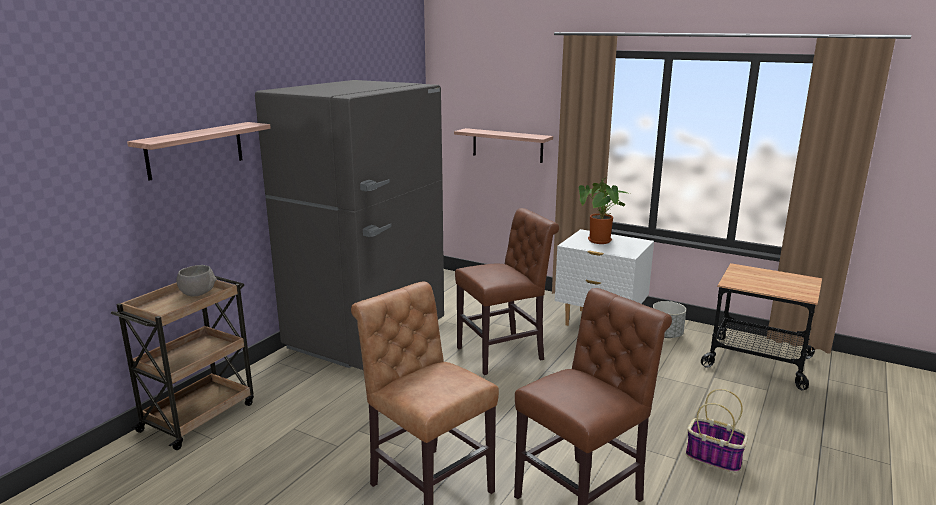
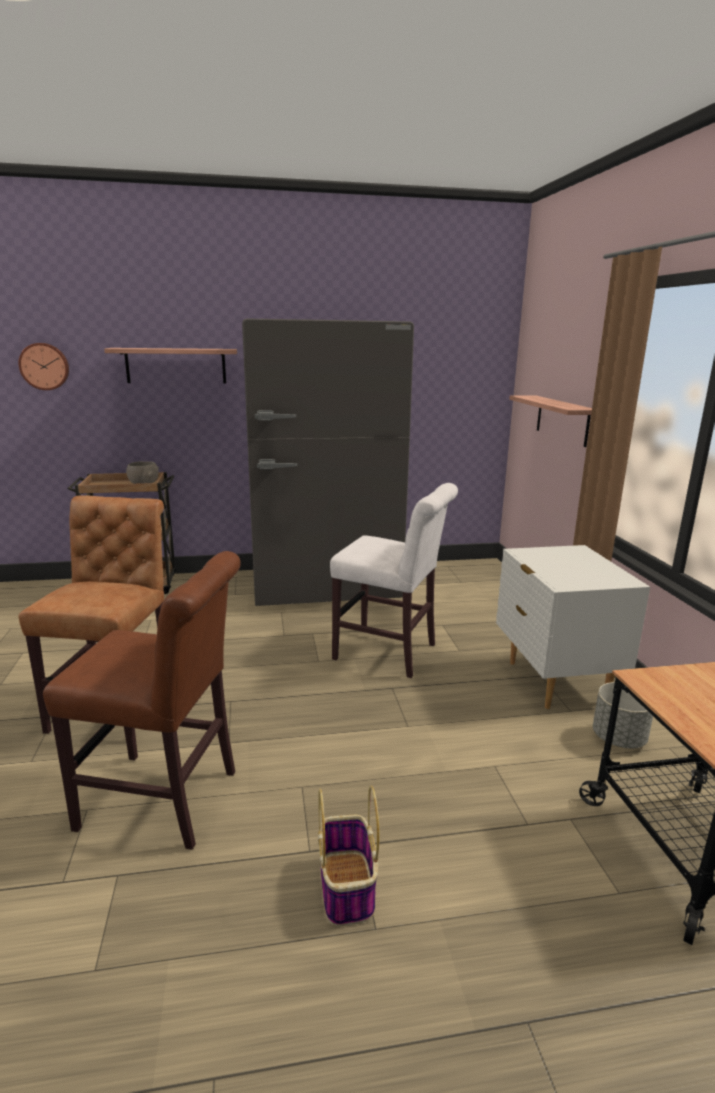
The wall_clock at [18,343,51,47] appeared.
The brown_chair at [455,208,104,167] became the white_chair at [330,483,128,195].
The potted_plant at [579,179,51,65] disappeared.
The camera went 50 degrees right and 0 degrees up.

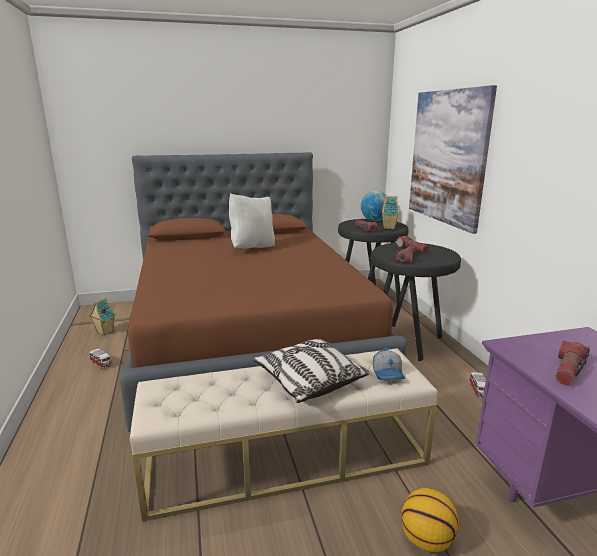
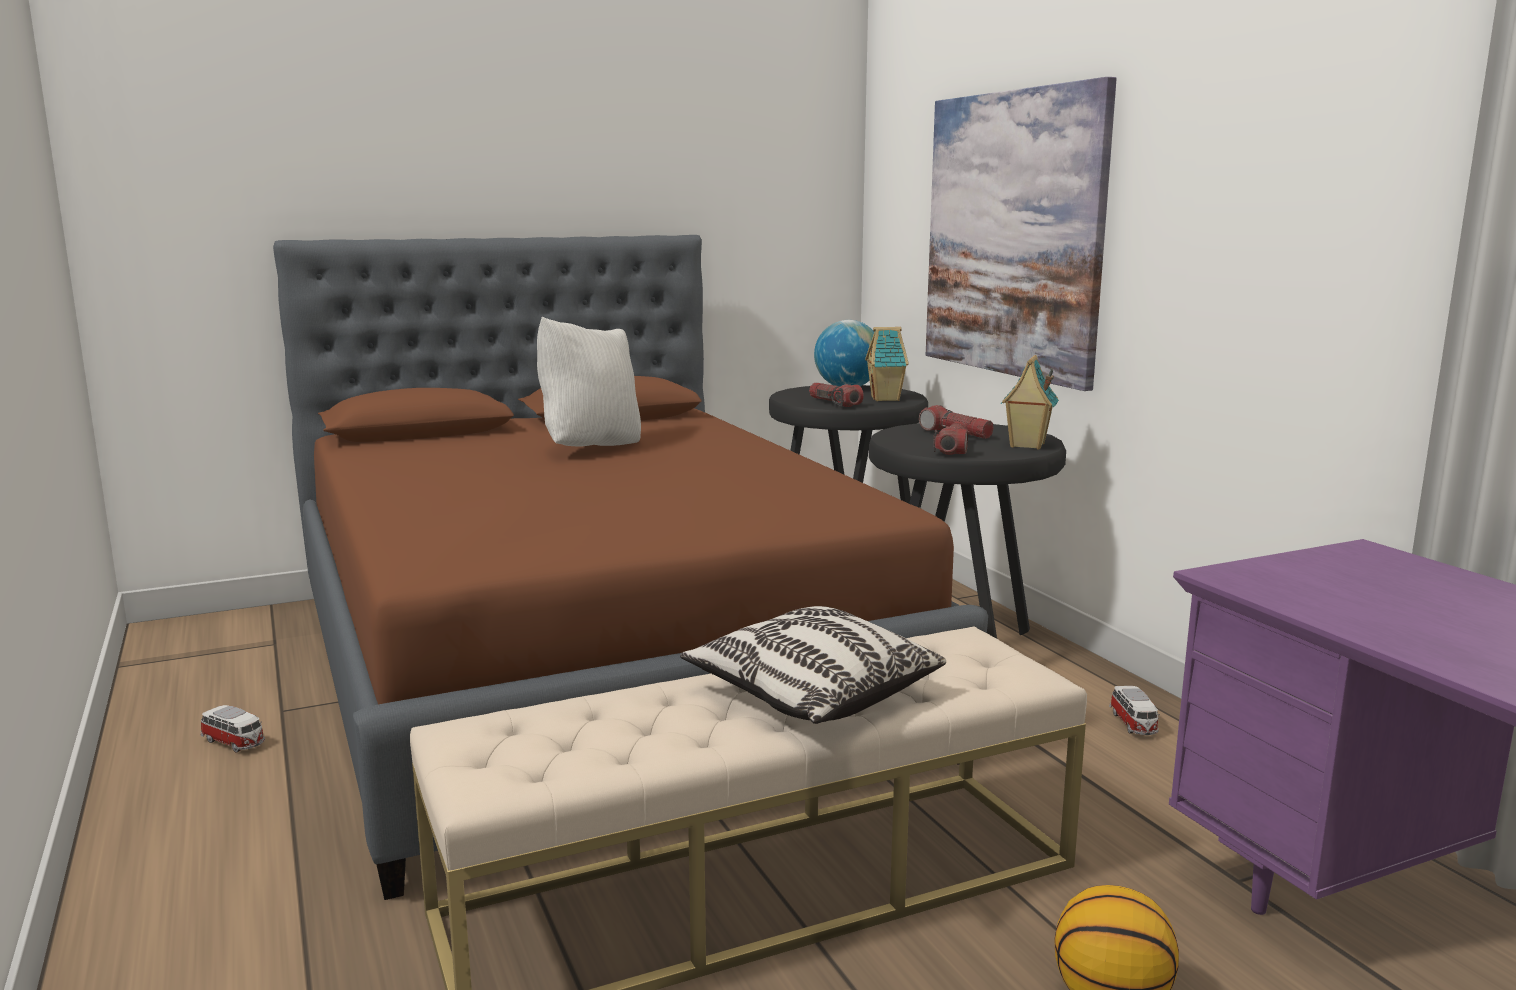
The toy_house moved from [89,298,27,37] to [1001,355,58,94].
The cap at [373,348,32,32] disappeared.
The flashlight at [555,341,35,44] disappeared.
The camera went 10 degrees left and 5 degrees down.

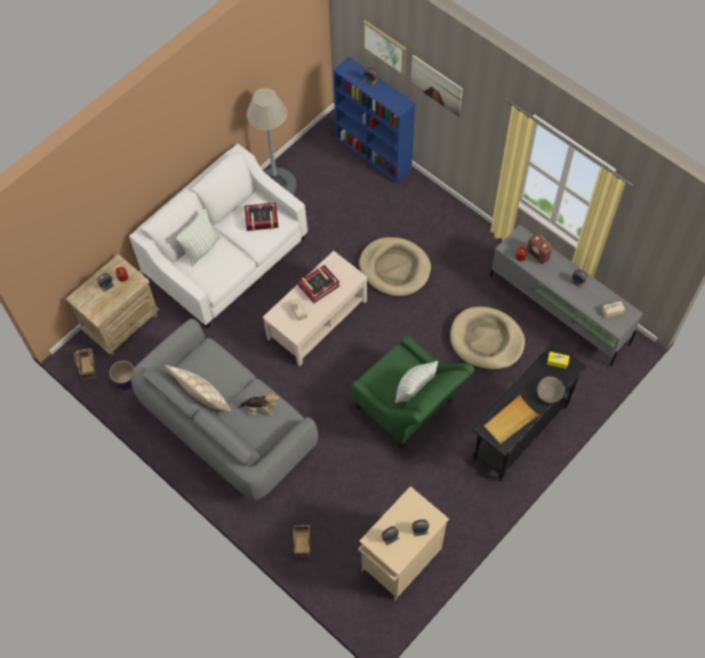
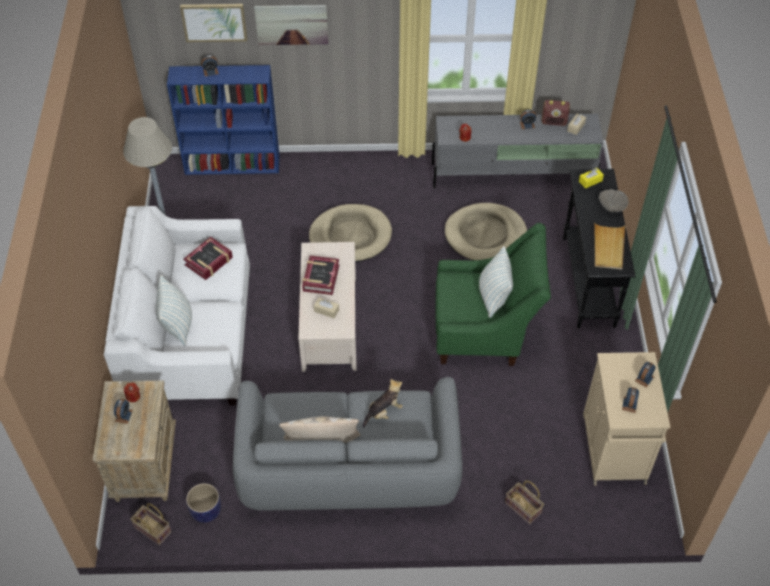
The radio moved from [527,234,25,30] to [542,100,28,26].
The camera went 45 degrees left and 10 degrees down.

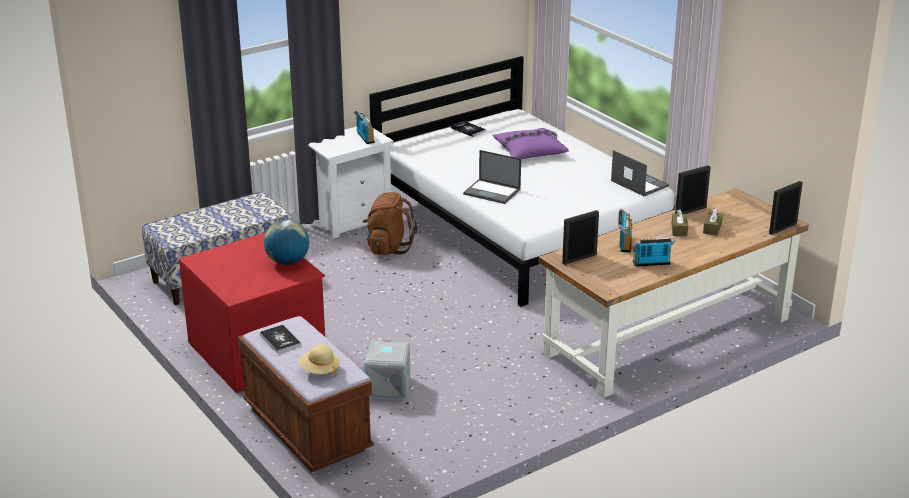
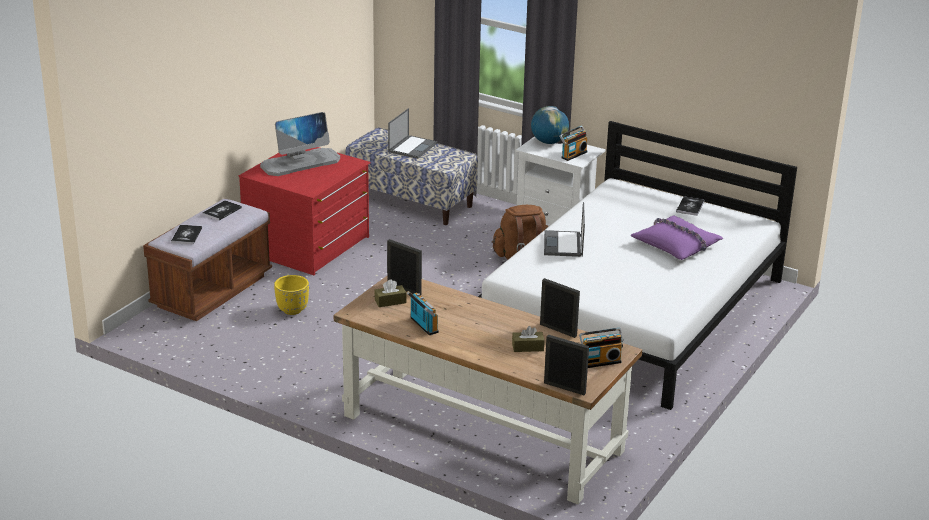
The beige_hat at [299,344,41,33] was replaced by the book at [171,225,31,20].
The monitor at [260,112,80,64] appeared.
The grey_storage_box at [364,340,46,60] was replaced by the yellow_planter at [274,275,35,40].
The brown_tissue_box moved from [671,209,17,28] to [375,280,31,27].
The laptop moved from [611,150,58,46] to [388,108,49,51].
The globe moved from [264,219,45,46] to [531,106,38,38].
The radio moved from [618,208,14,44] to [579,328,45,40].
The camera went 65 degrees right and 0 degrees up.

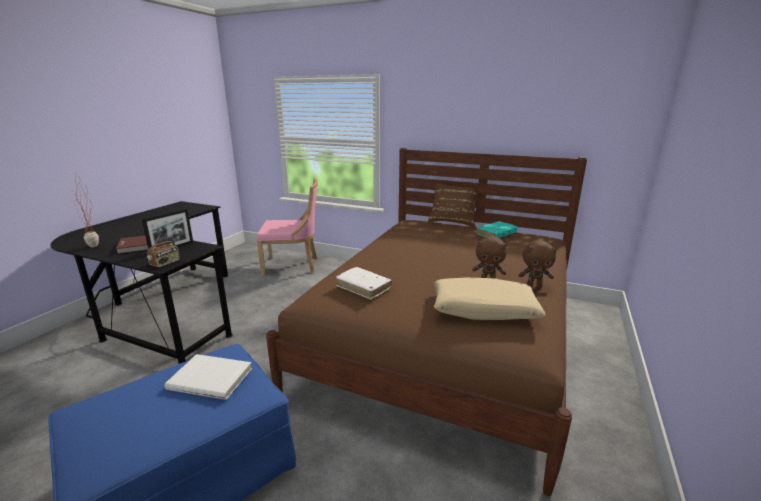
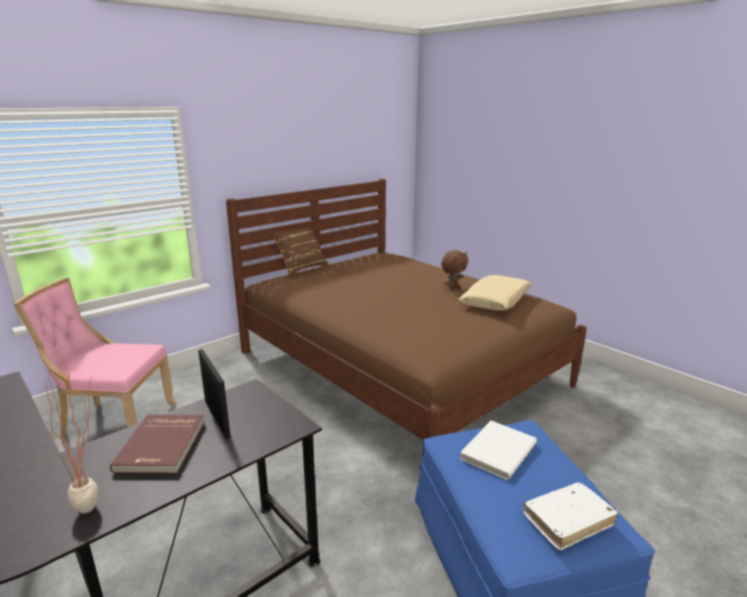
The pink_chair at [256,179,62,97] turned 105 degrees counterclockwise.
The white_book moved from [336,267,56,33] to [523,482,95,68].
The radio at [147,233,33,34] disappeared.
The turquoise_book at [477,221,41,17] disappeared.
The brown_plush_toy at [518,240,39,48] disappeared.
The camera went 65 degrees left and 0 degrees up.

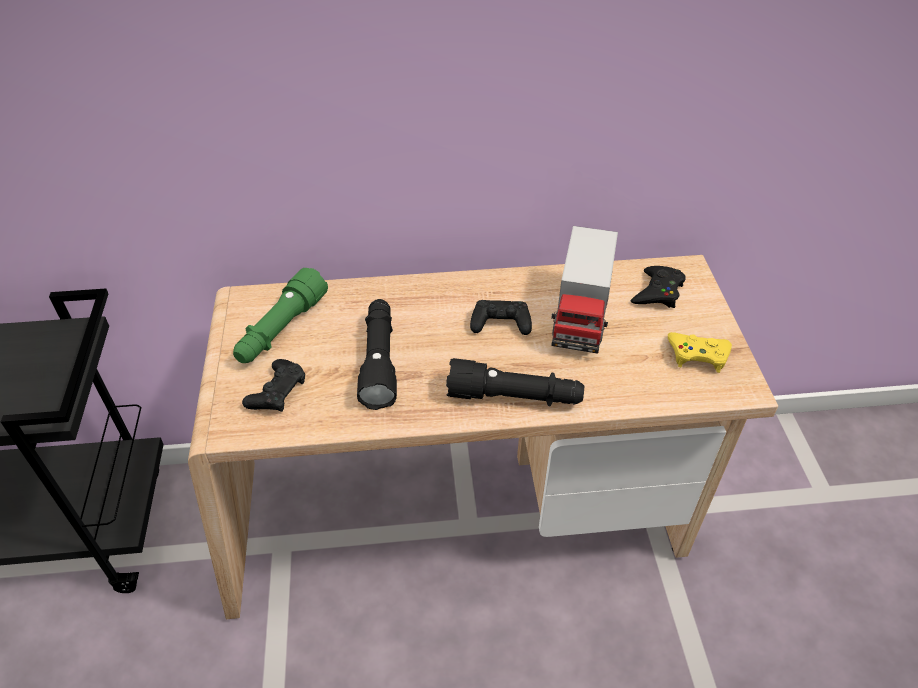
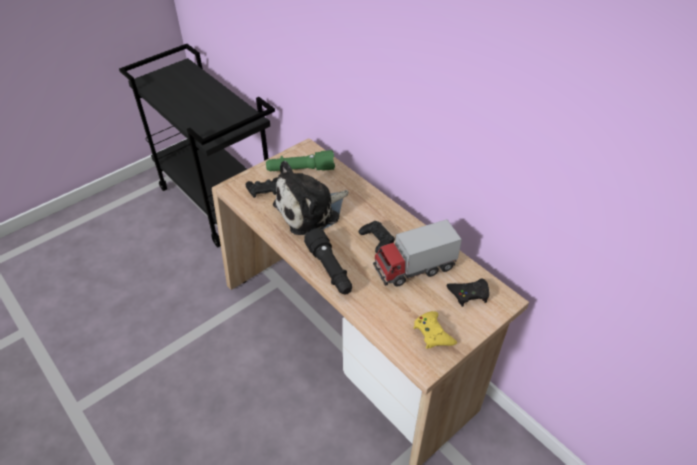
The black_flashlight at [357,299,40,111] was replaced by the plush_toy at [273,161,76,74].
The camera went 55 degrees right and 0 degrees up.

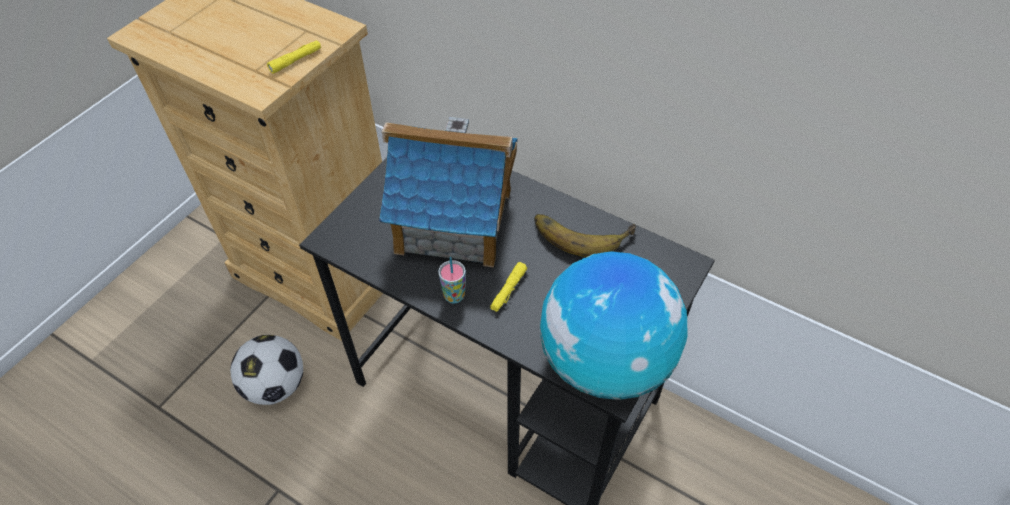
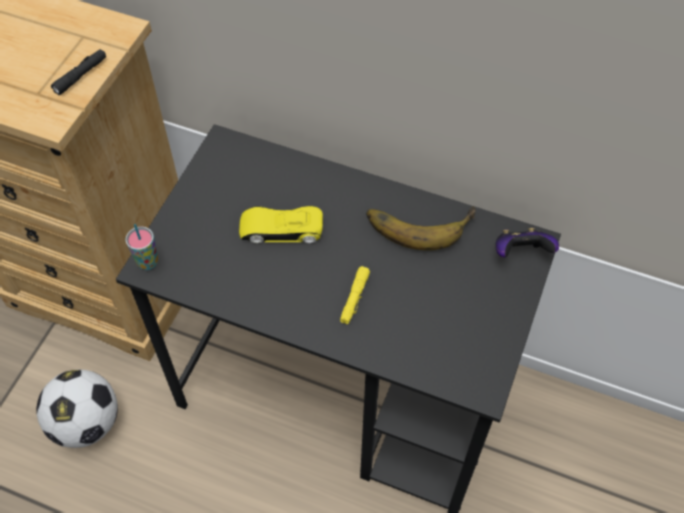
The yellow_flashlight at [267,40,54,34] became the black_flashlight at [51,49,55,46].
The cup moved from [438,257,28,47] to [125,224,33,46].
The toy_house at [379,117,138,150] was replaced by the yellow_toy_car at [239,206,84,38].
The game_controller at [496,228,63,29] appeared.
The globe at [540,251,148,149] disappeared.
The camera went 10 degrees left and 5 degrees up.

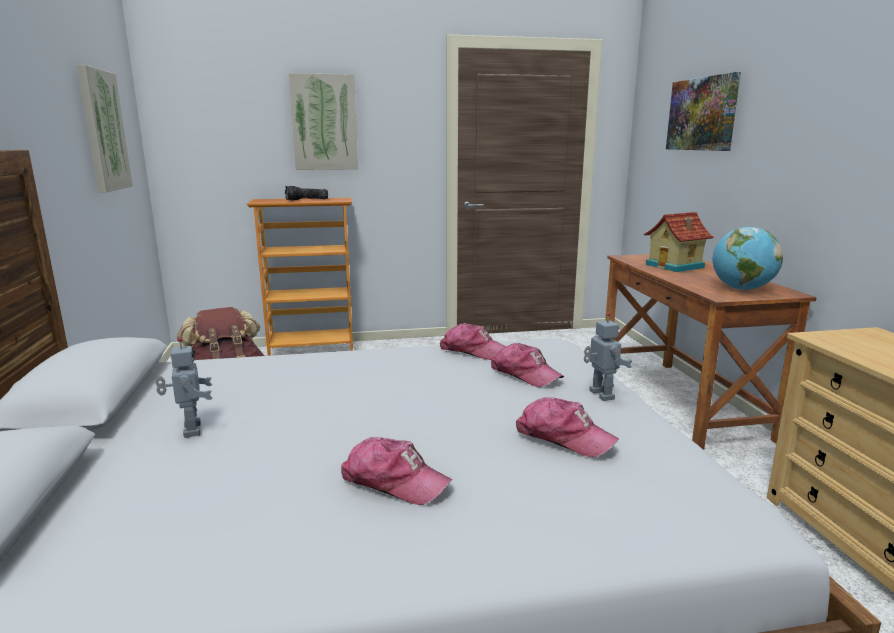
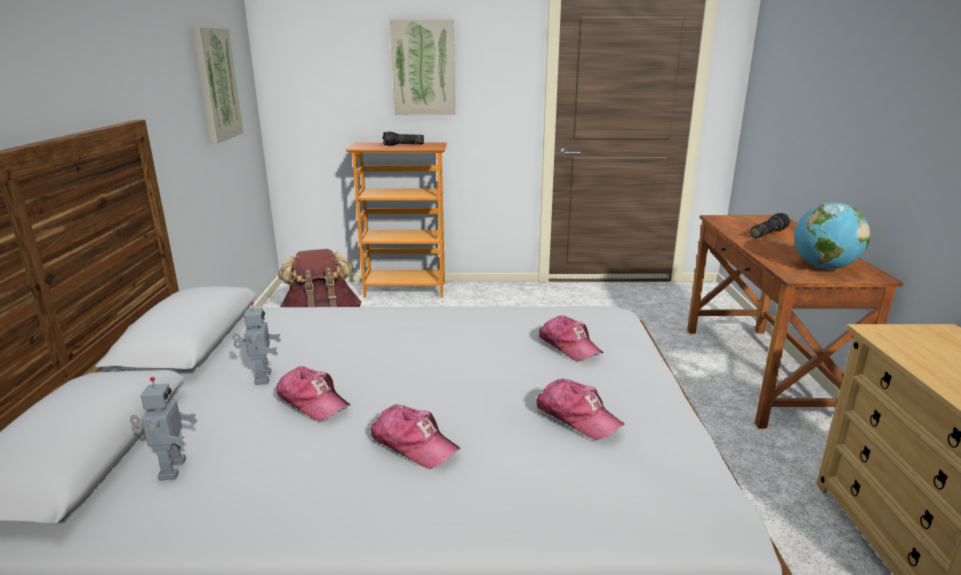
The toy_robot moved from [584,313,48,88] to [130,377,67,104].
The cap moved from [440,323,66,37] to [276,366,75,55].
The toy_house at [644,212,70,60] was replaced by the flashlight at [750,213,40,25].
The picture at [666,72,75,79] disappeared.
The camera went 10 degrees right and 5 degrees up.

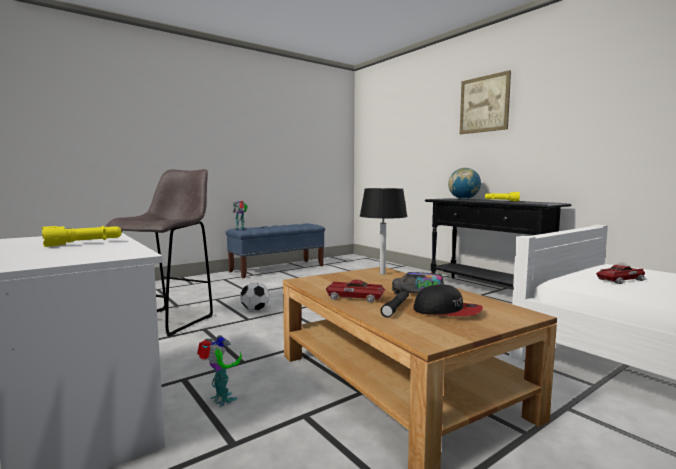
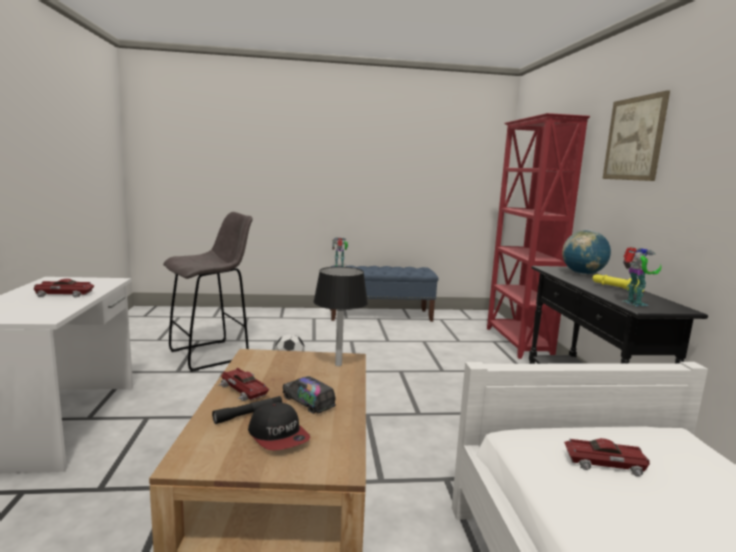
The yellow_flashlight at [42,226,80,21] was replaced by the toy_car at [34,278,60,20].
The red_bookcase at [487,113,103,246] appeared.
The toy_robot moved from [197,335,45,72] to [623,247,38,59].
The camera went 30 degrees right and 5 degrees up.

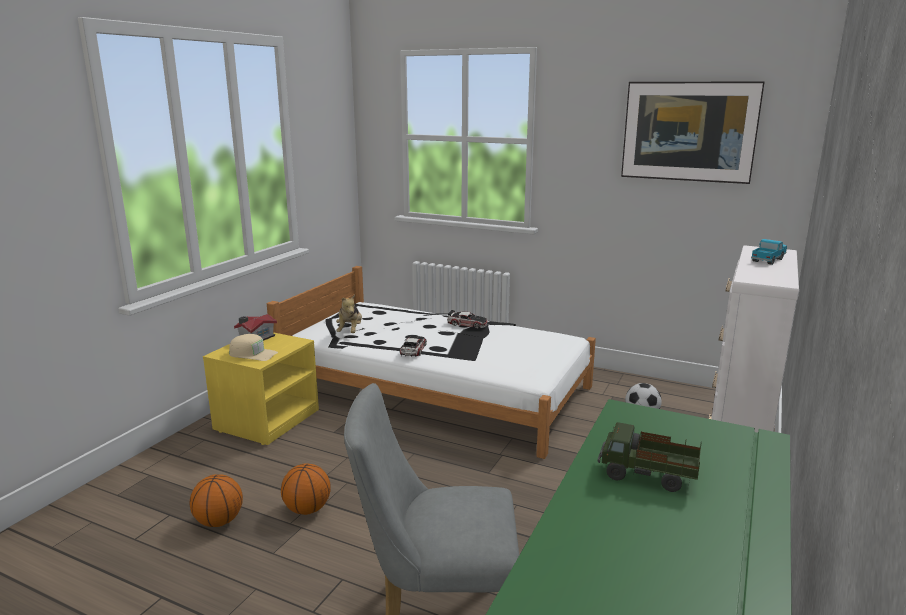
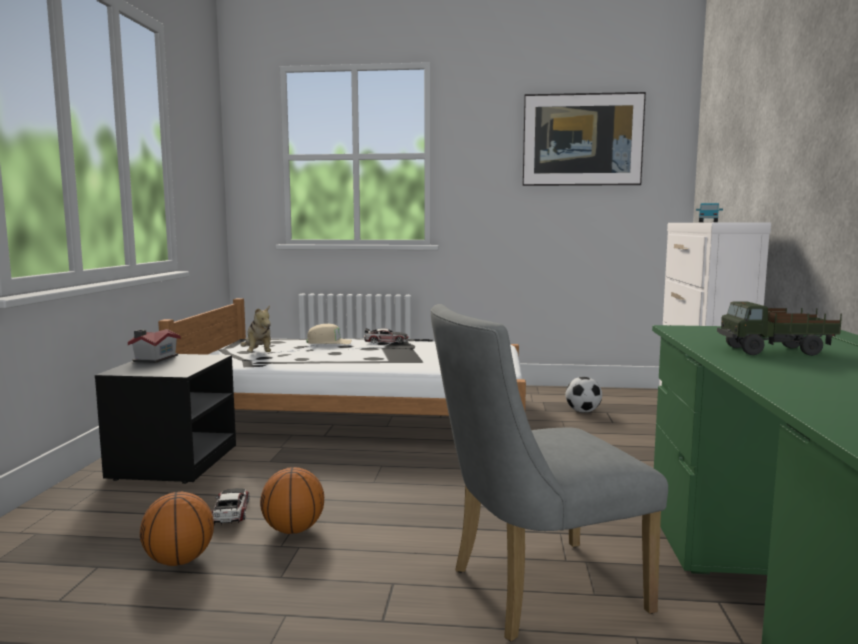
The yellow_nightstand at [203,332,116,113] became the black_nightstand at [95,354,141,130].
The toy_car moved from [400,336,27,21] to [211,488,38,37].
The beige_cap moved from [229,334,49,27] to [306,324,46,20].
The camera went 20 degrees left and 10 degrees down.

